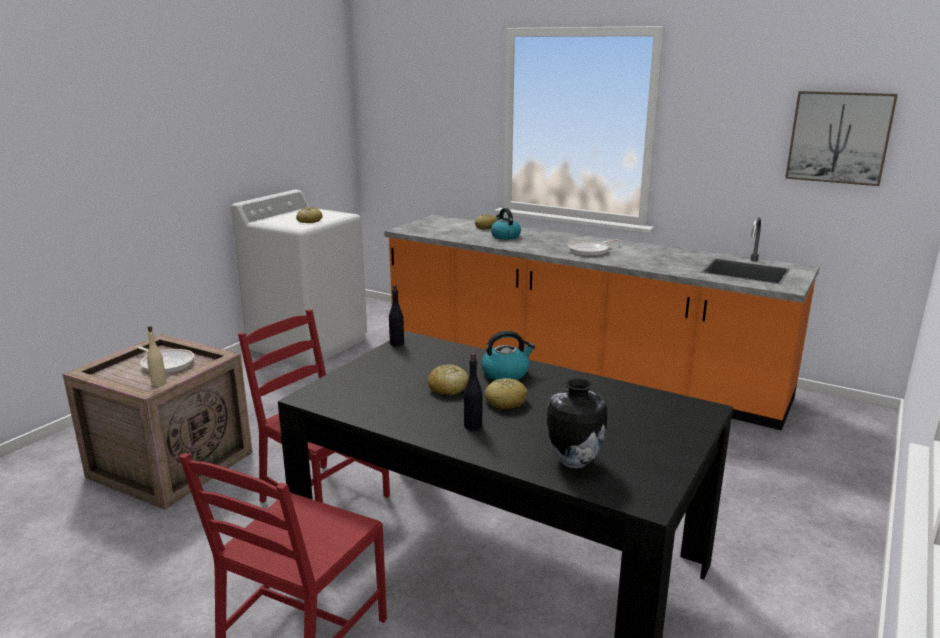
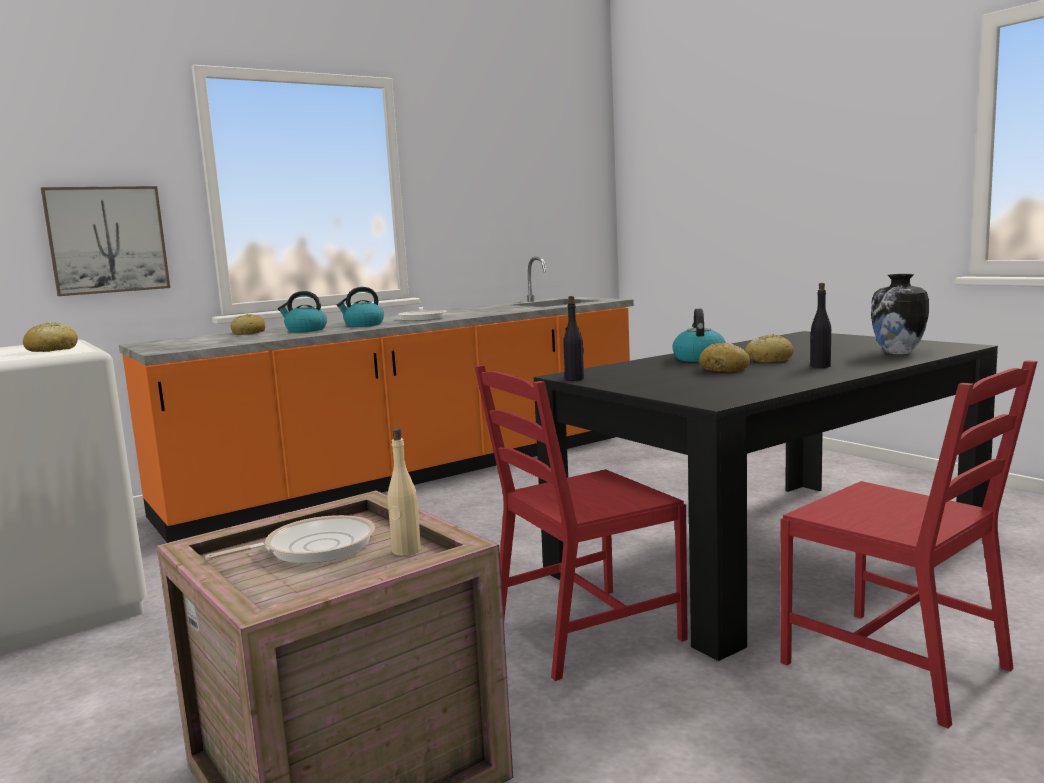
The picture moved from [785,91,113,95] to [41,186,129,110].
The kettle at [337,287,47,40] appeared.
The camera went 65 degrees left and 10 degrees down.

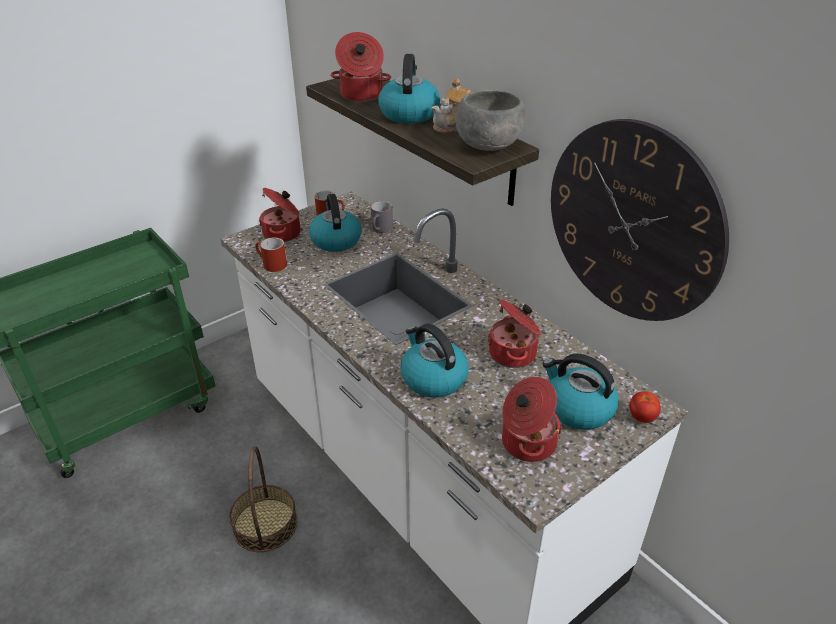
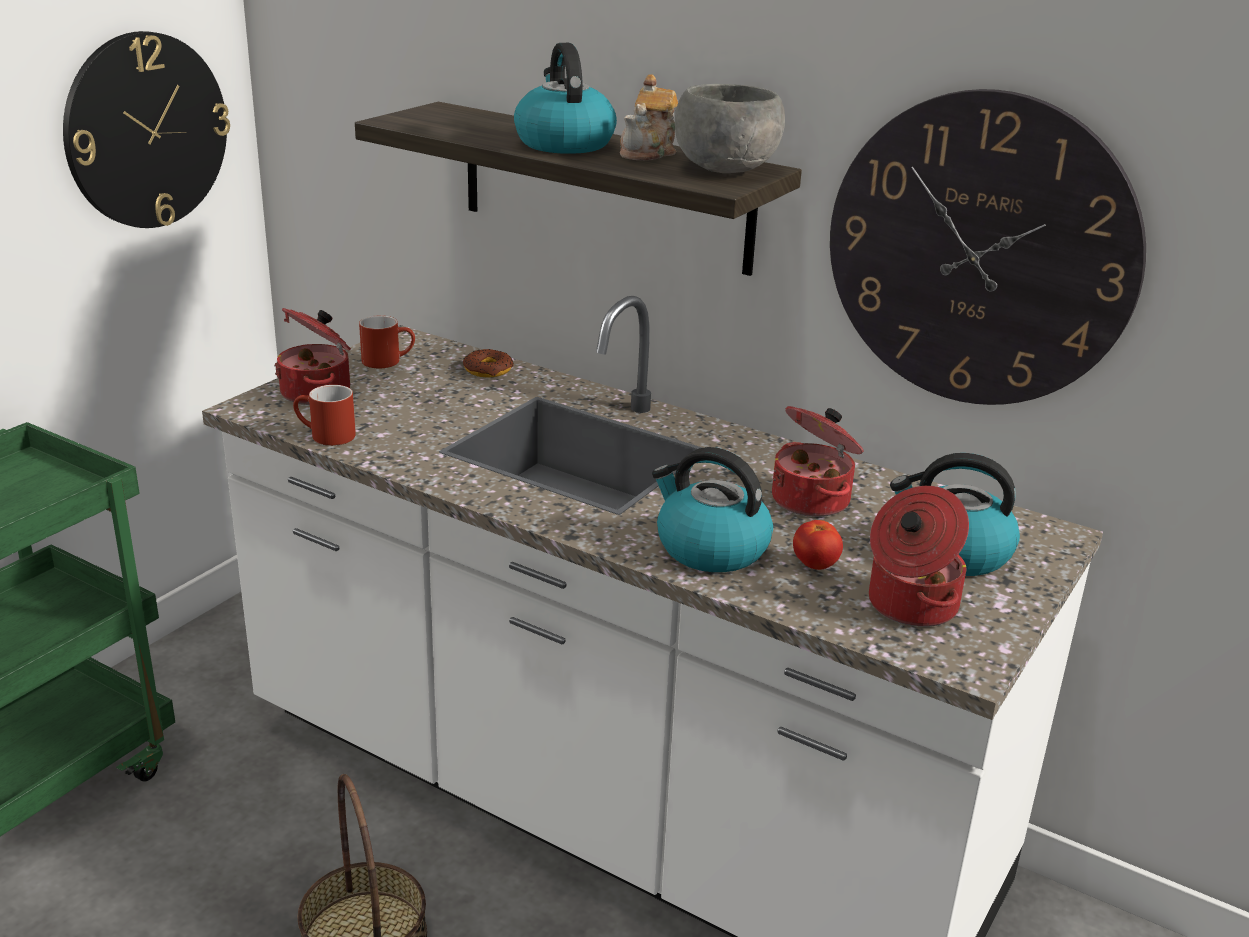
The wall_clock at [63,31,167,197] appeared.
The grey_mug at [371,201,22,32] was replaced by the donut at [463,349,51,29].
The tomato moved from [629,391,32,32] to [793,520,50,50].
The kettle at [309,194,53,58] disappeared.
The cooking_pot at [331,32,60,70] disappeared.
The camera went 20 degrees left and 10 degrees down.

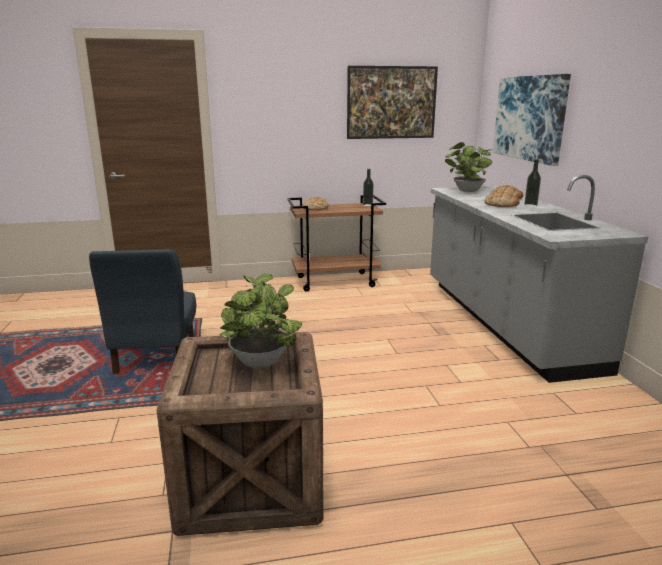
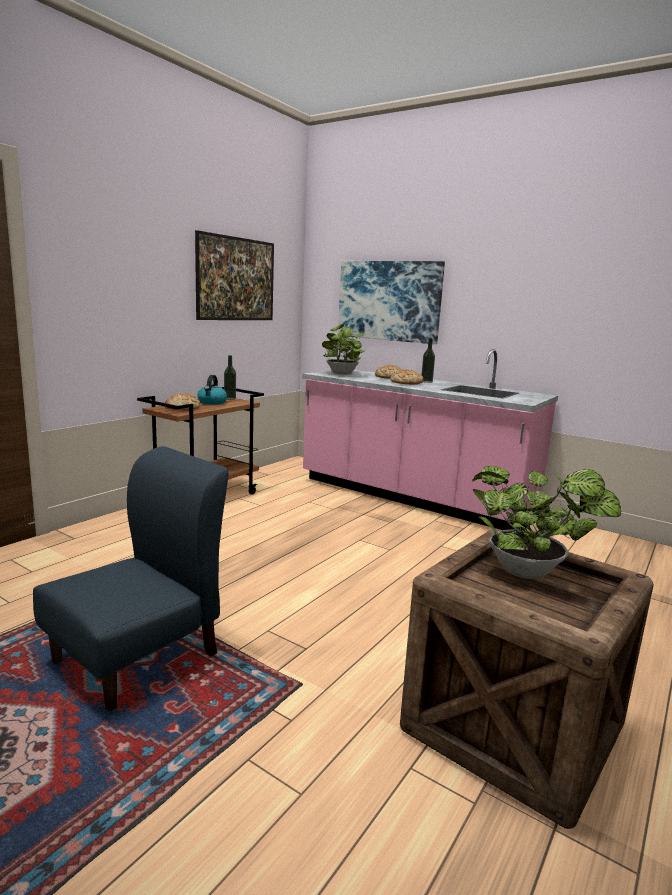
The blue_chair at [89,249,107,125] turned 90 degrees counterclockwise.
The kettle at [197,375,30,30] appeared.
The grey_counter at [430,175,218,208] became the pink_counter at [302,349,256,181].
The camera went 45 degrees left and 5 degrees down.

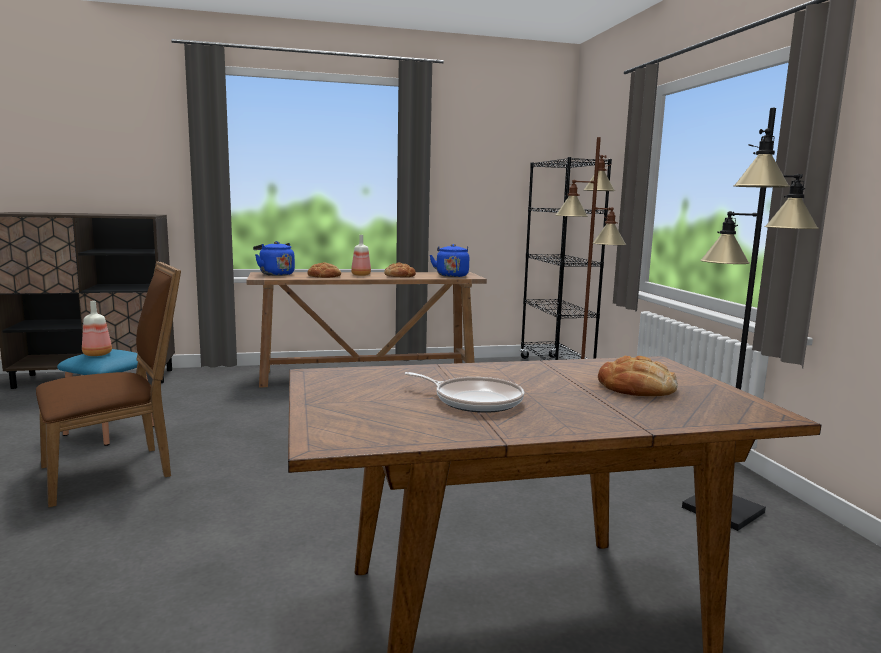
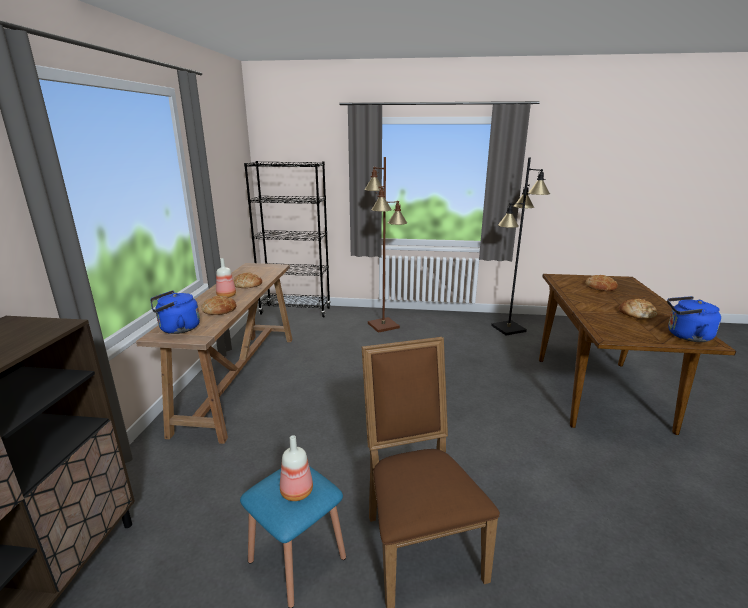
The frying_pan at [404,372,120,41] was replaced by the bread at [618,299,39,20].
The blue_kettle moved from [430,244,39,33] to [667,296,54,46].
The camera went 70 degrees left and 10 degrees up.

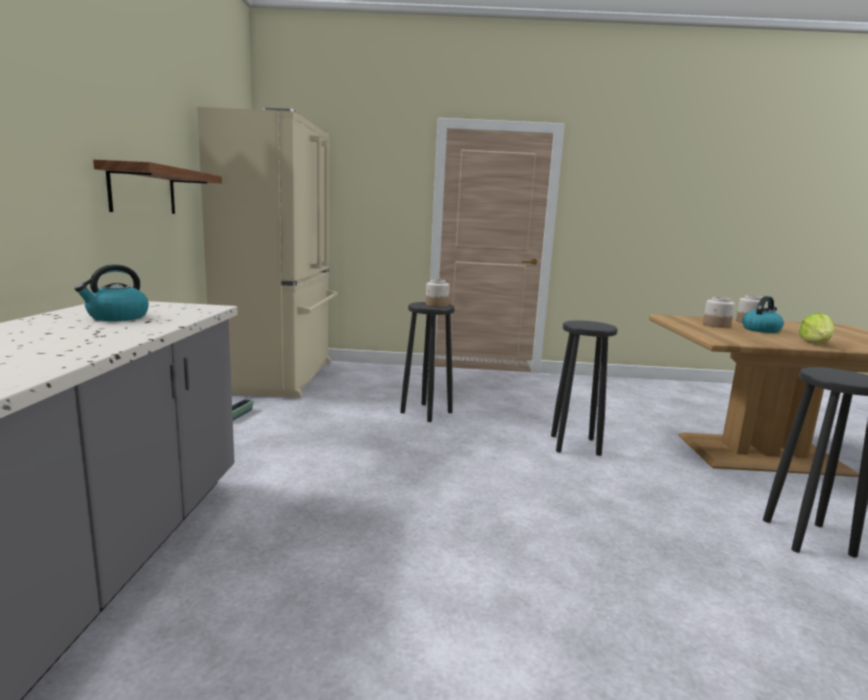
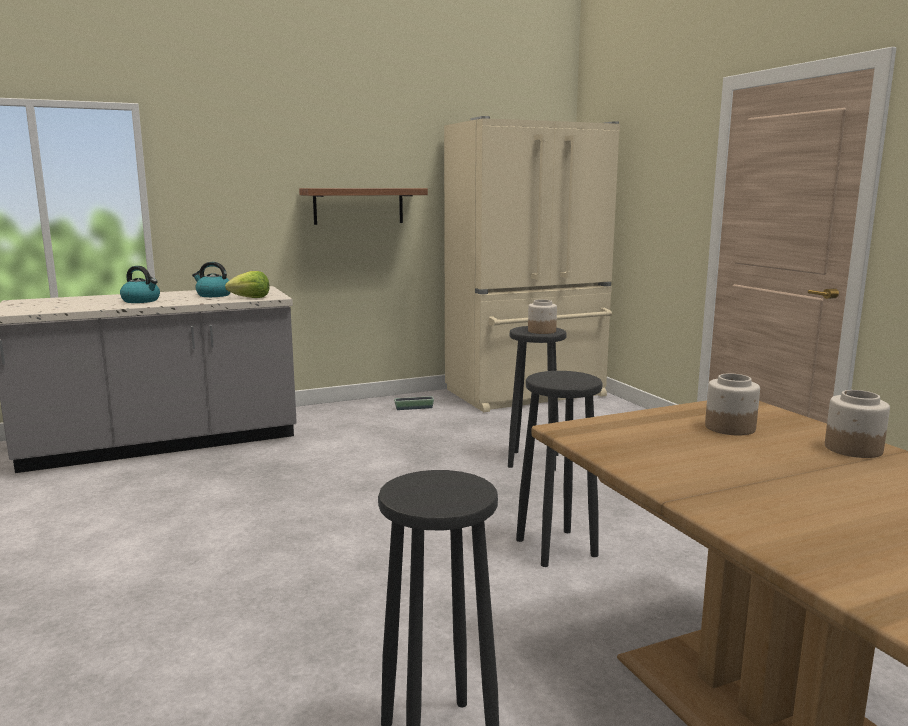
The kettle moved from [742,296,42,37] to [120,266,40,37].
The lettuce moved from [799,313,36,30] to [225,271,45,27].
The camera went 65 degrees right and 0 degrees up.

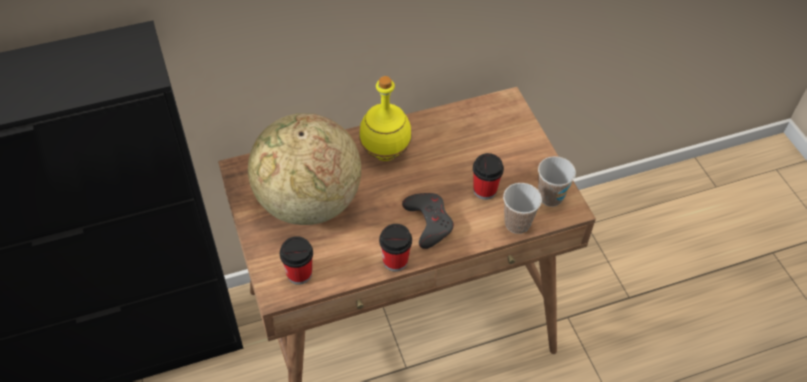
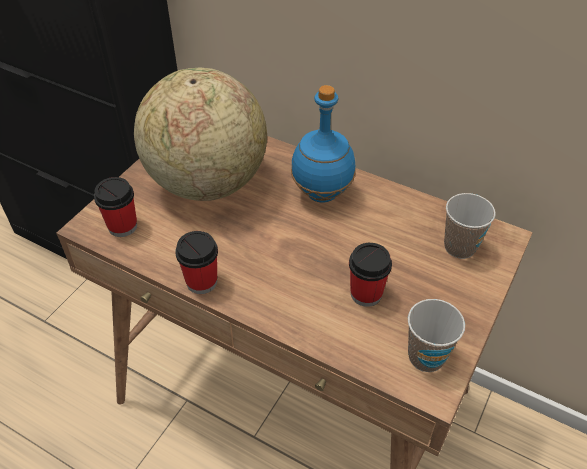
The yellow_bottle at [359,76,53,85] became the blue_bottle at [291,85,64,118].
The cup moved from [503,183,39,51] to [444,193,52,66].
The grey_game_controller at [402,193,52,56] disappeared.
The camera went 50 degrees right and 5 degrees down.

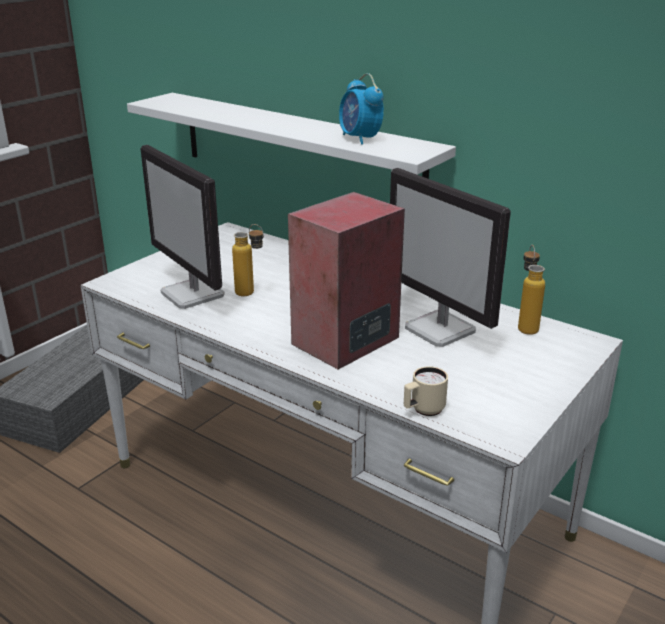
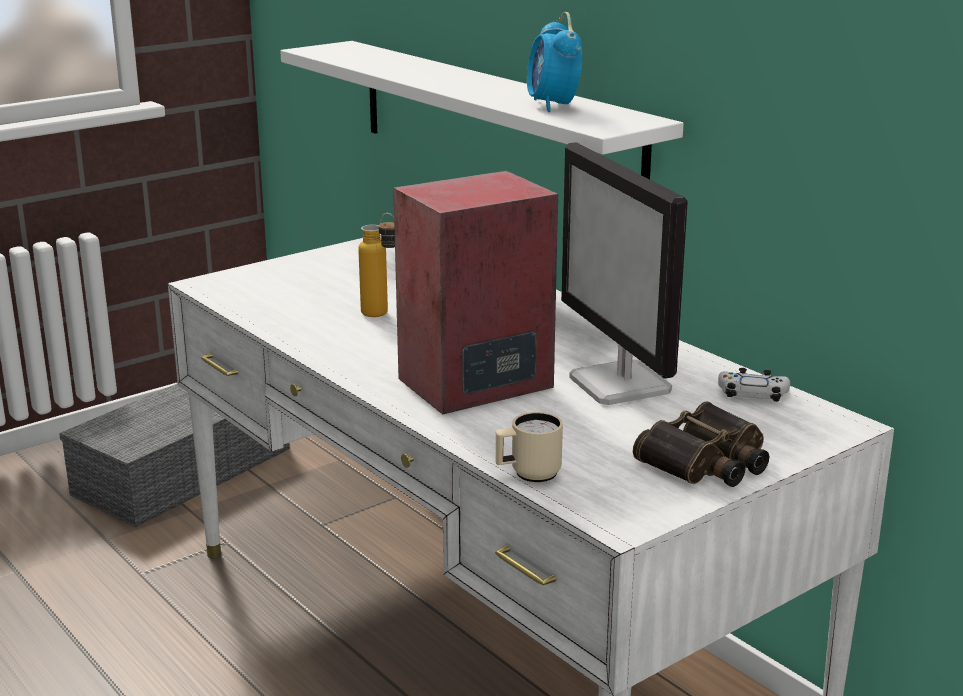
The binoculars at [633,401,136,86] appeared.
The bottle at [518,245,27,90] was replaced by the white_game_controller at [718,368,72,34].
The monitor at [140,145,85,164] disappeared.
The camera went 15 degrees right and 5 degrees down.

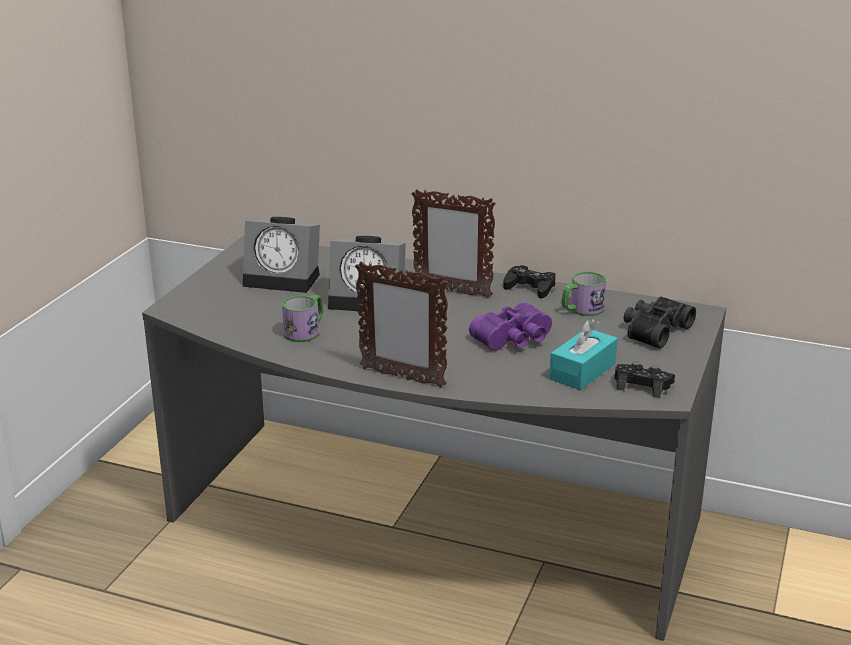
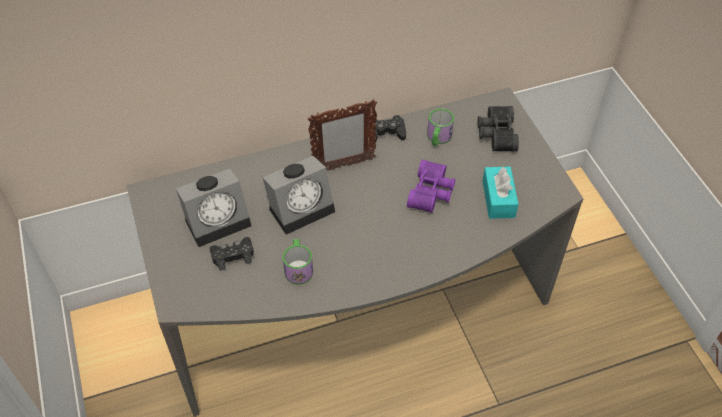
The black_game_controller moved from [614,361,61,37] to [209,237,45,34].
The picture_frame at [355,261,93,127] disappeared.
The camera went 40 degrees left and 25 degrees up.

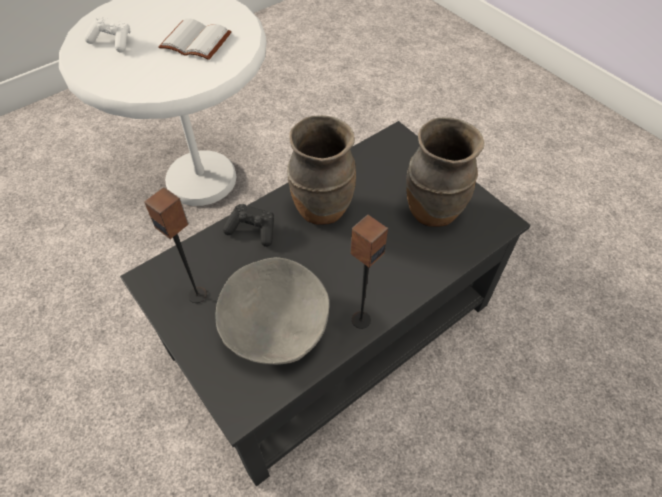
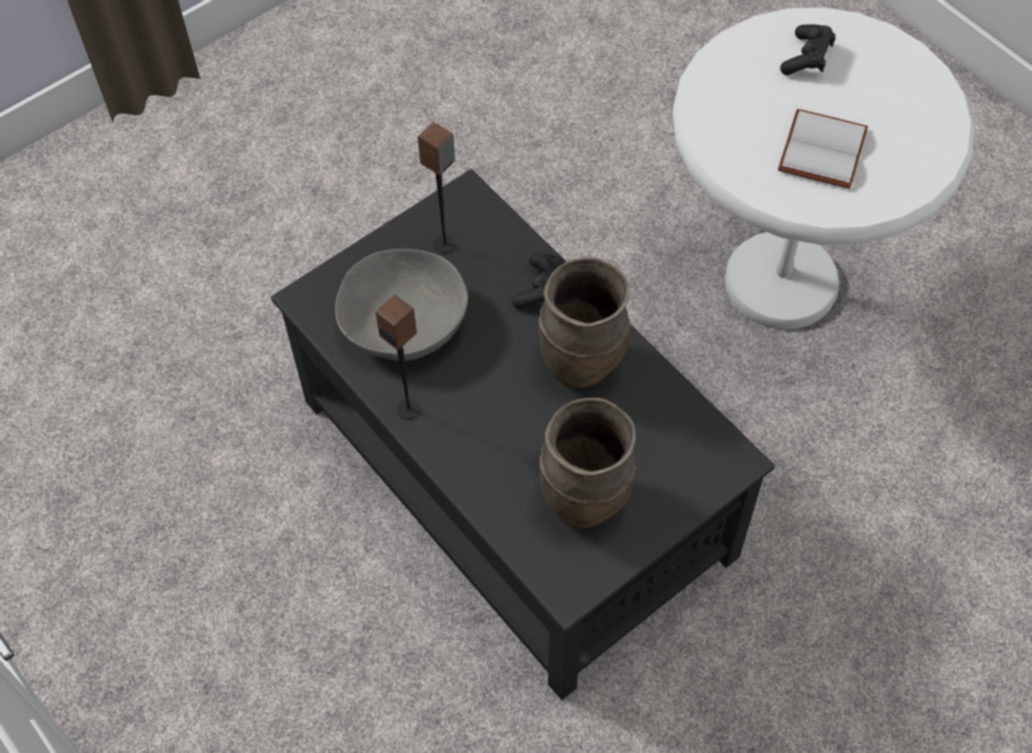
The white_game_controller at [84,17,47,36] became the black_game_controller at [780,24,56,51].
The camera went 90 degrees right and 5 degrees up.

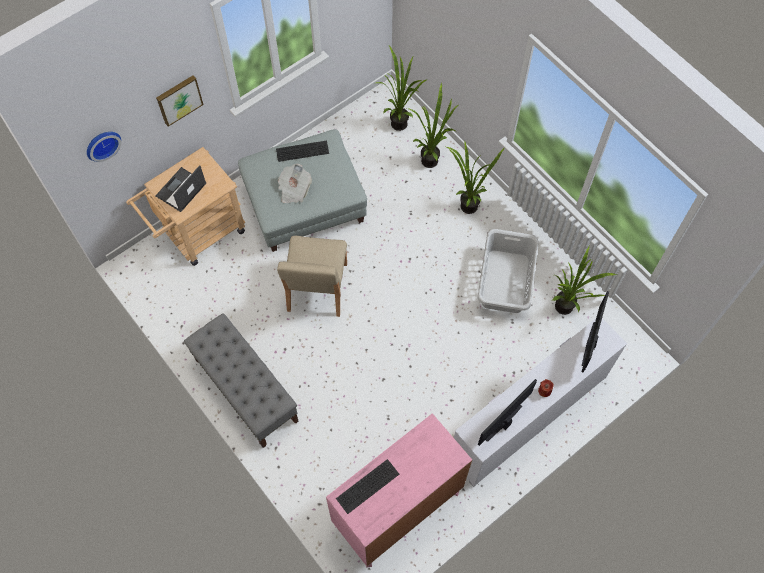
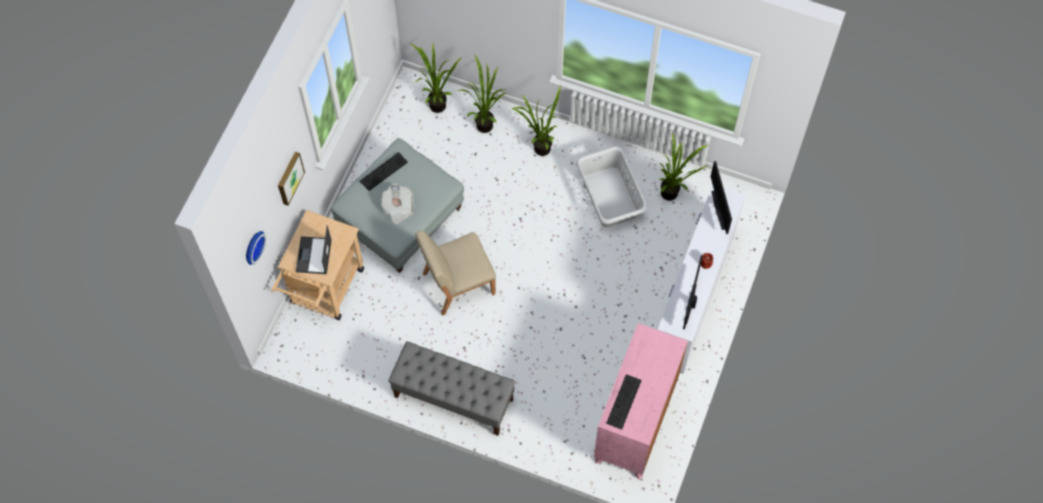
The beige_chair at [277,236,70,81] turned 90 degrees clockwise.
The camera went 30 degrees left and 0 degrees up.

